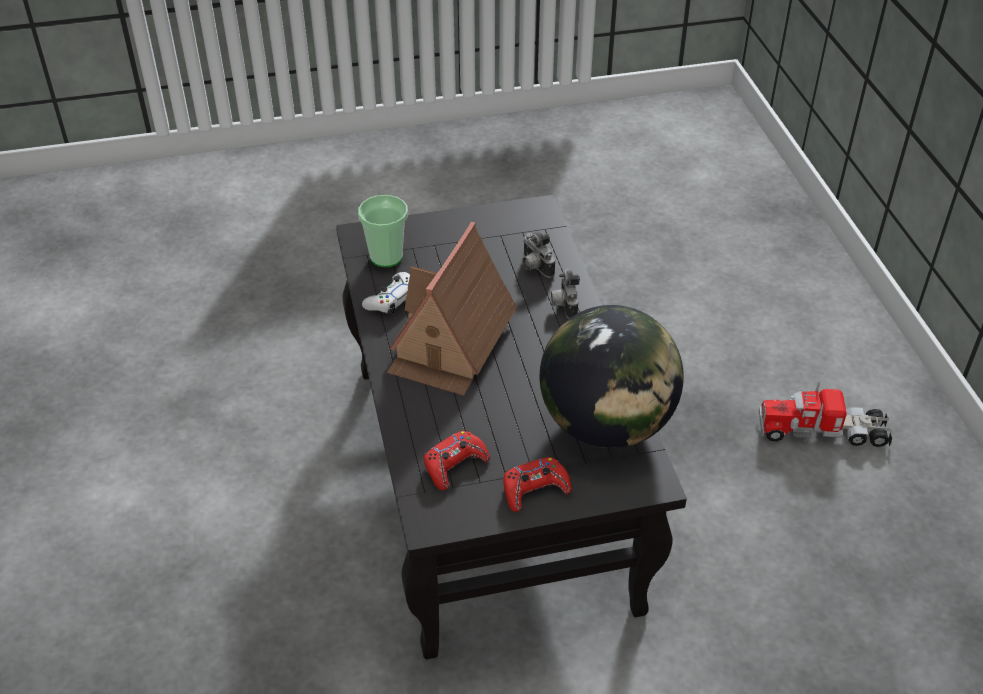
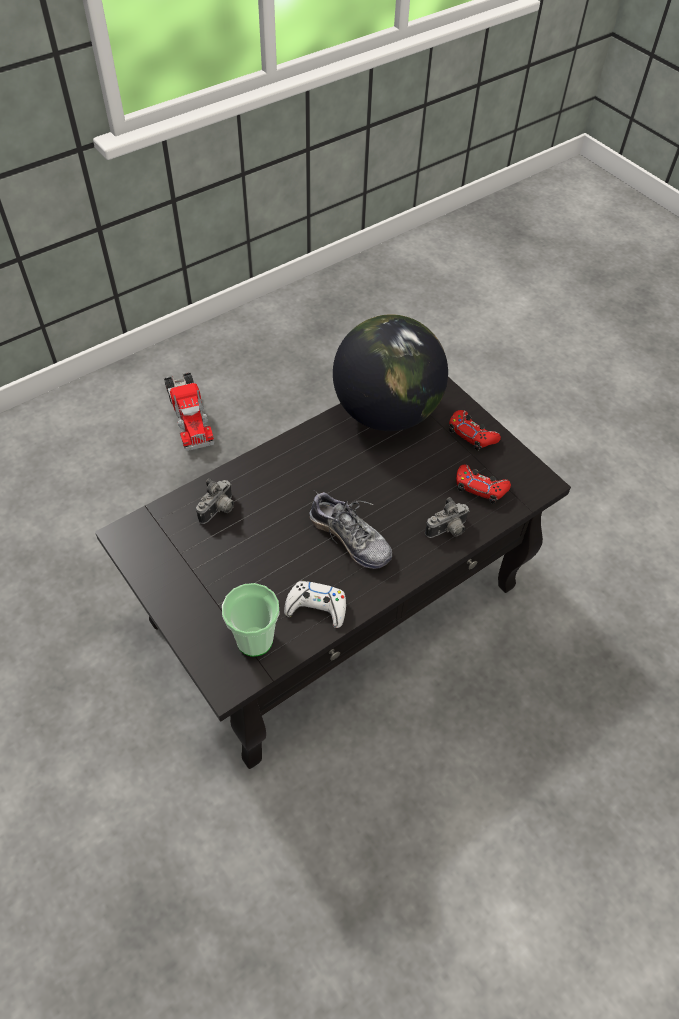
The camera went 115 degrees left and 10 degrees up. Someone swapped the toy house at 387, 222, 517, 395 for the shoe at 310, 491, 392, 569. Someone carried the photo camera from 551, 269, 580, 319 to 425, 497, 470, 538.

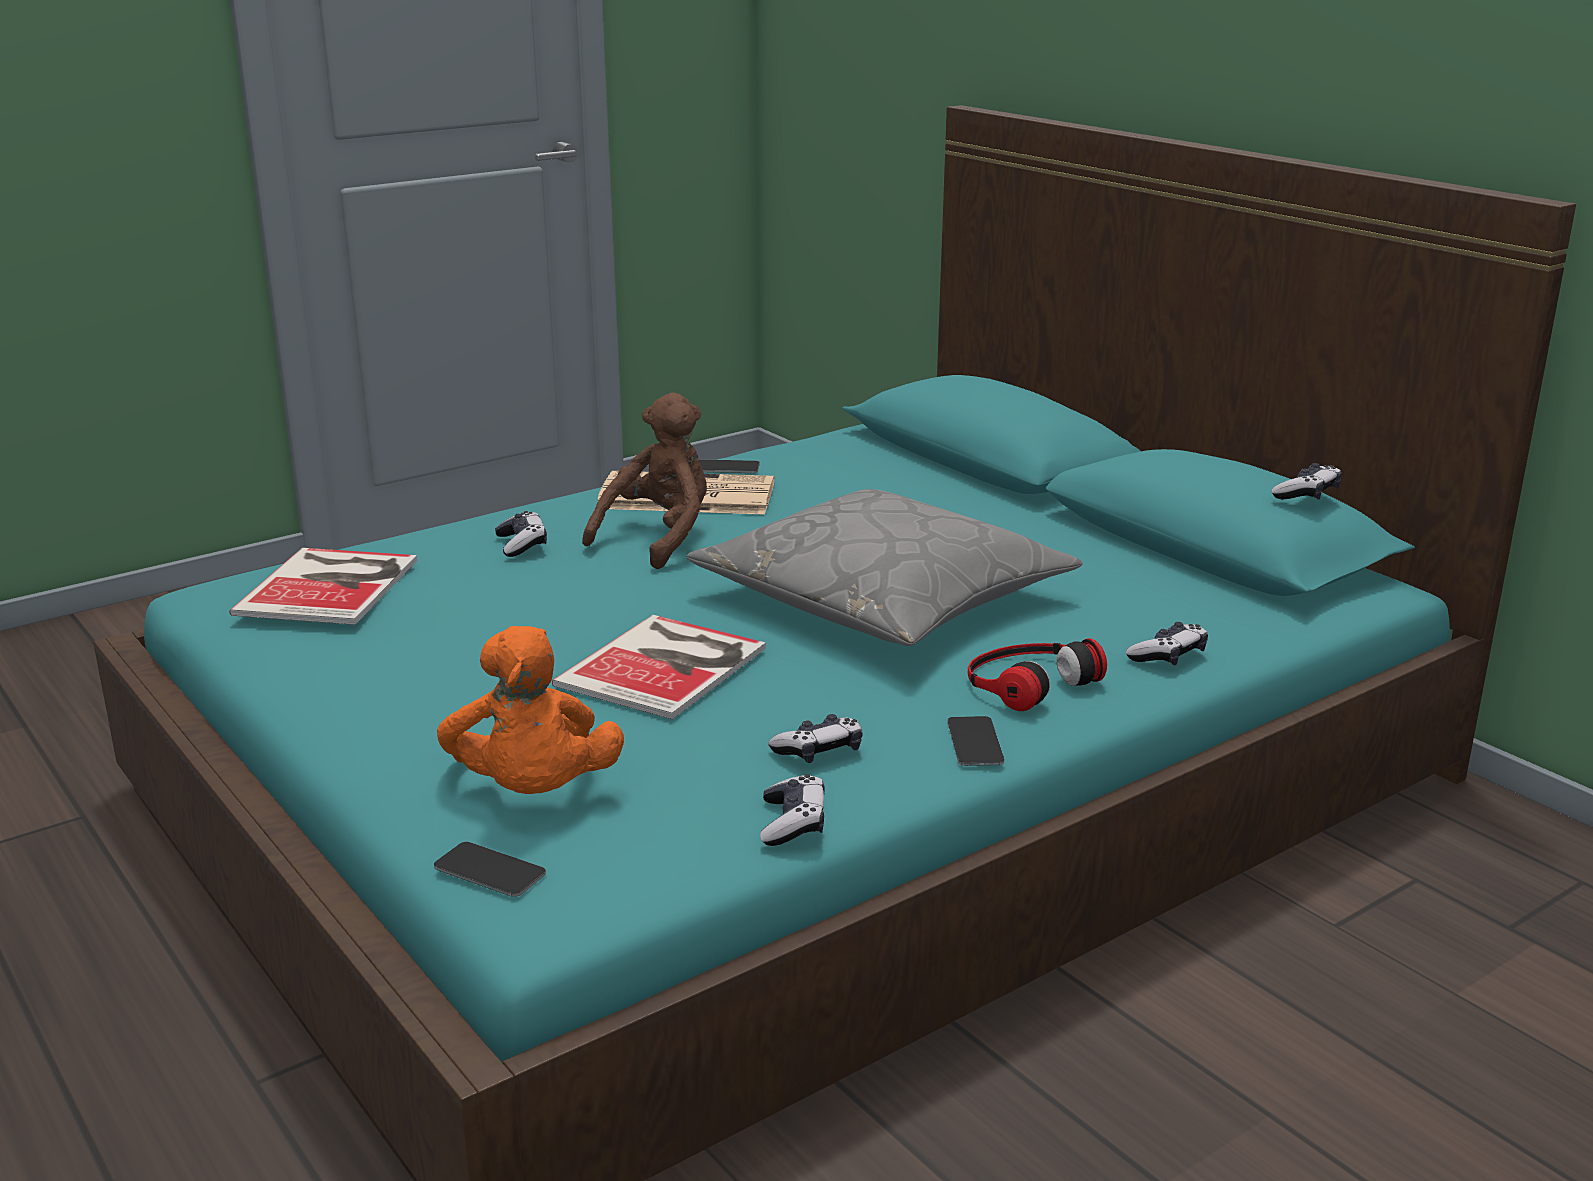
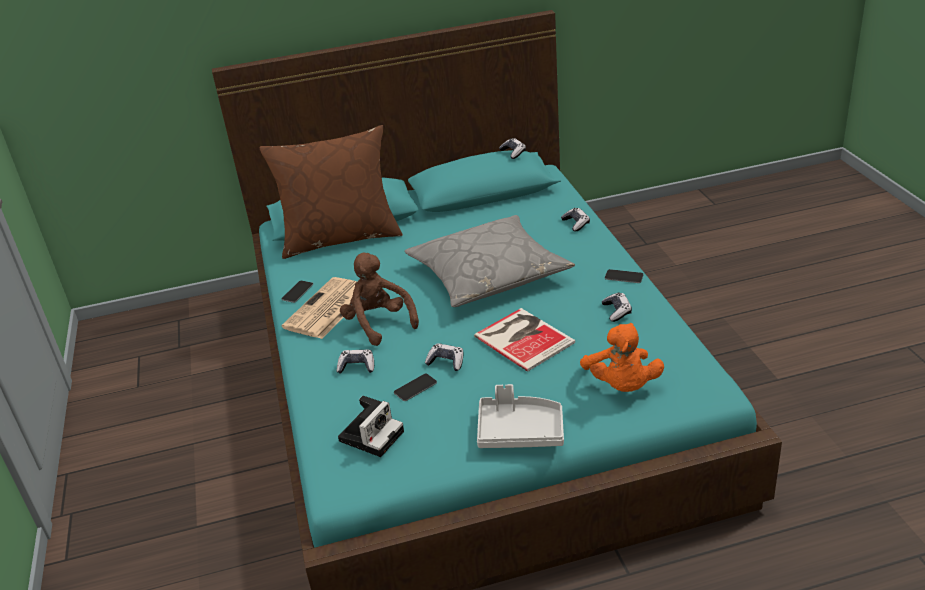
The camera went 65 degrees left and 10 degrees up. Someone swapped the book at 230, 548, 417, 625 for the photo camera at 338, 396, 404, 457. Someone carried the phone from 434, 842, 546, 897 to 394, 374, 437, 401. Someone rotated the orange plush toy at 437, 626, 624, 794 by 75 degrees clockwise. Someone carried the game controller from 760, 774, 825, 846 to 425, 343, 463, 371. Someone took away the headphones at 968, 638, 1107, 711. Someone put down the brown pillow at 259, 125, 403, 259. Someone put down the grey tray at 477, 384, 564, 448.

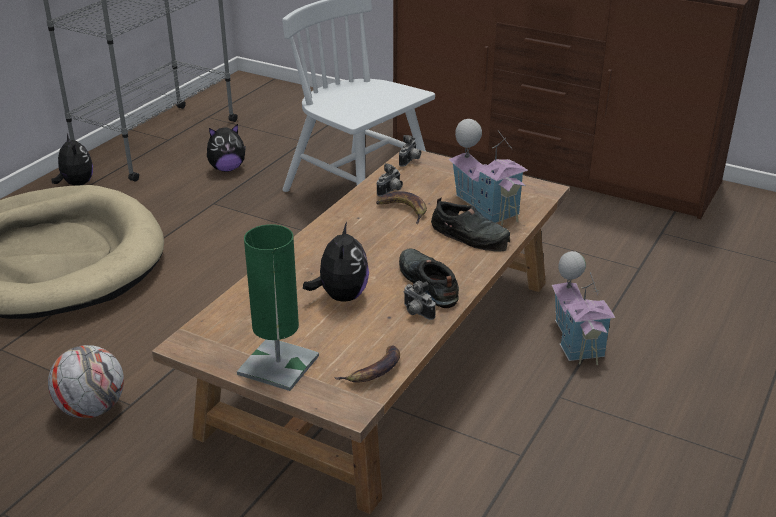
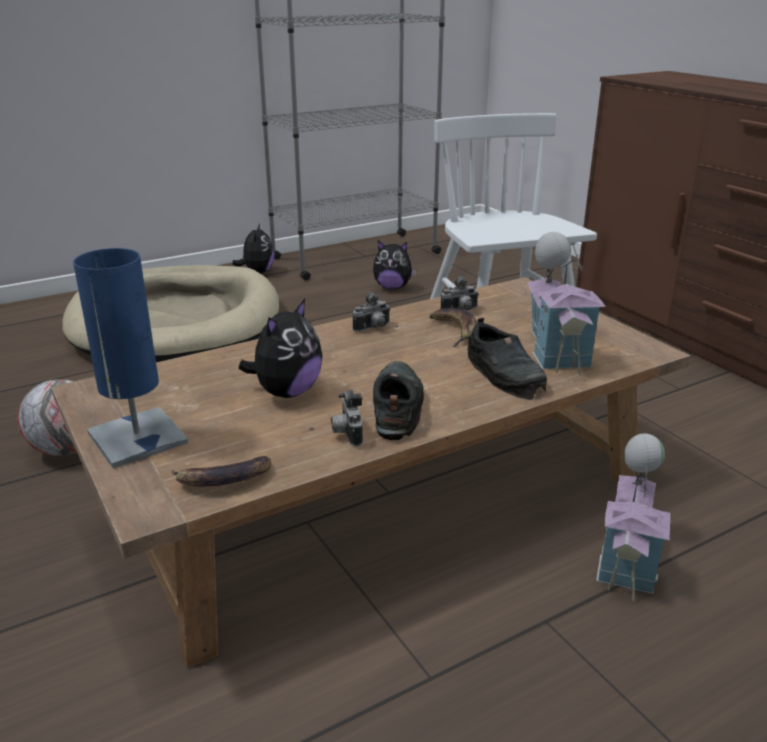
The camera went 30 degrees right and 5 degrees down. Someone repainted the green table lamp at 237, 224, 319, 391, which became the blue table lamp at 73, 248, 188, 468. Someone carried the photo camera from 399, 135, 421, 167 to 352, 291, 391, 332.

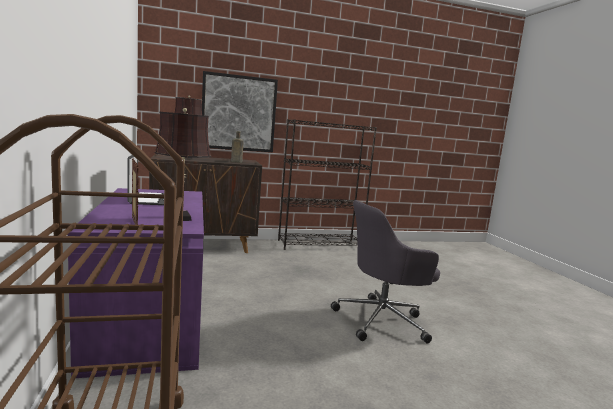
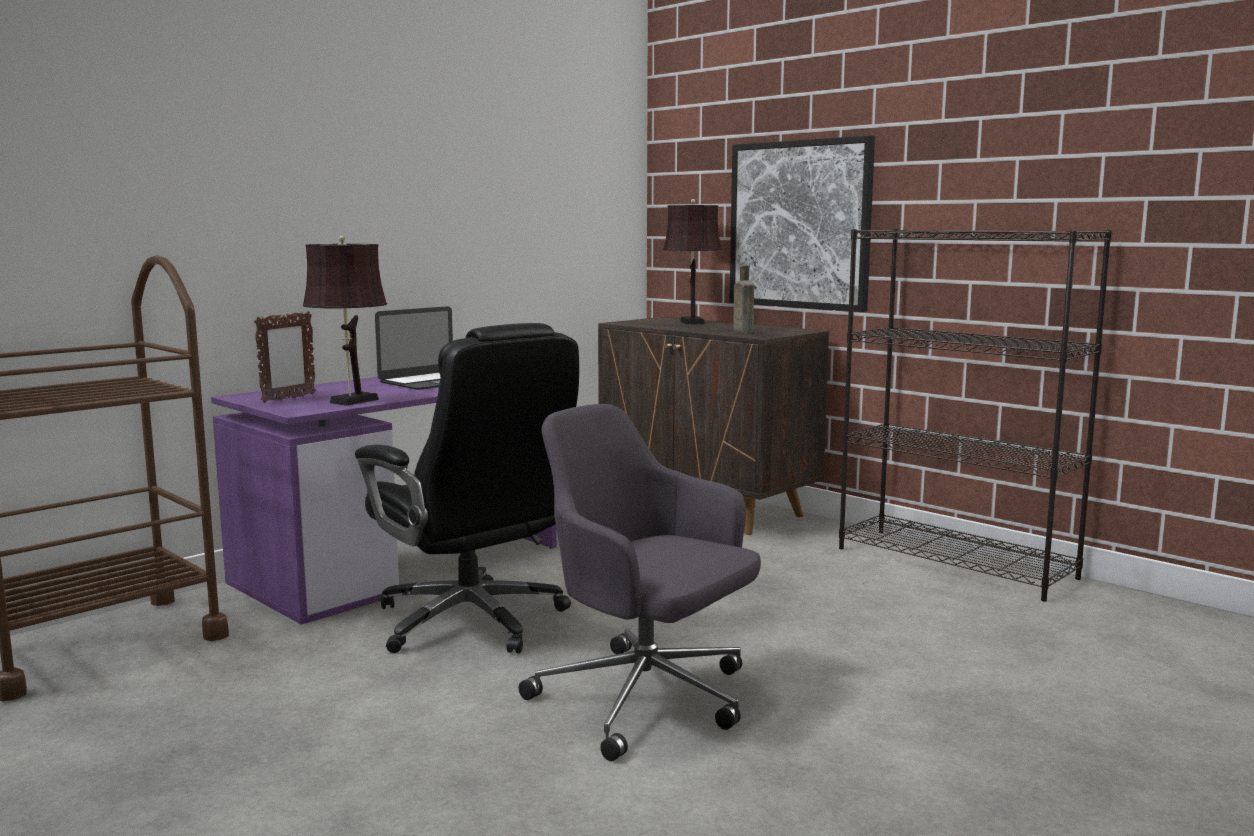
The camera went 60 degrees right and 0 degrees up. Someone put down the black office chair at 355, 323, 579, 653.

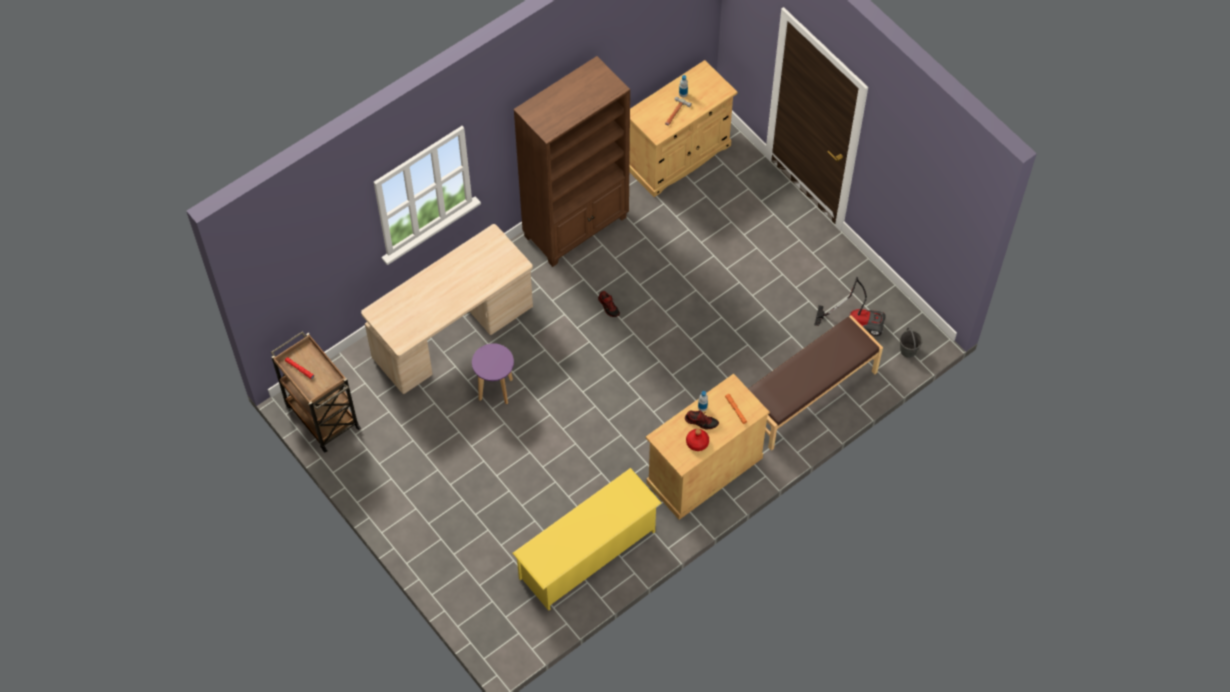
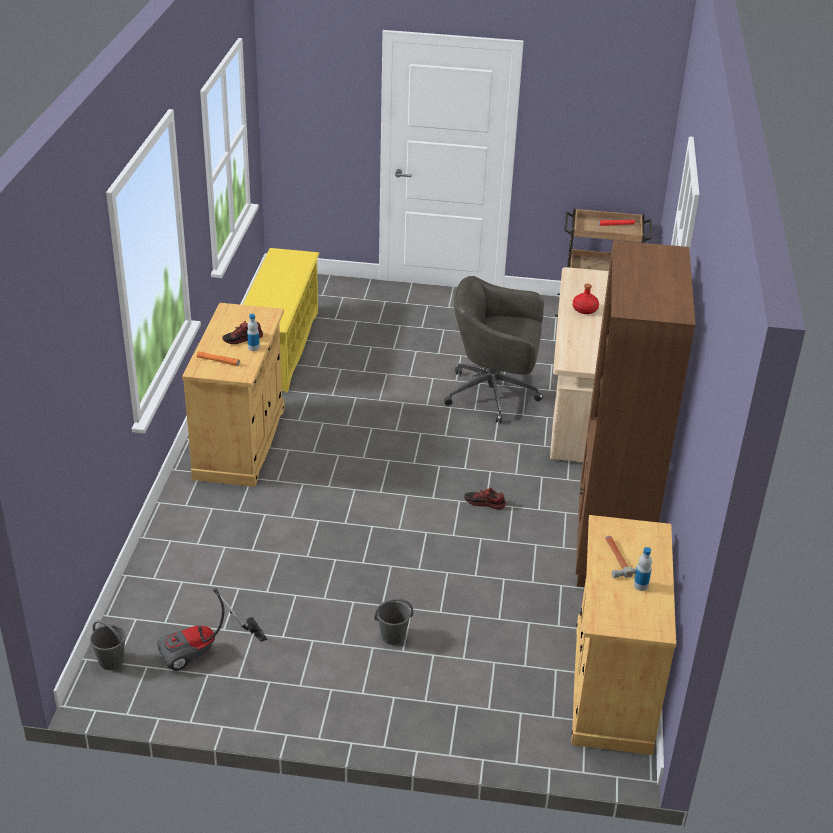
The camera went 135 degrees right and 25 degrees down. Someone swapped the purple stool at 472, 343, 514, 405 for the grey office chair at 444, 276, 544, 423. Someone carried the red bottle from 686, 429, 709, 451 to 573, 284, 599, 314. Someone took away the brown bench at 749, 315, 883, 451. Someone put down the grey bucket at 374, 598, 413, 645.

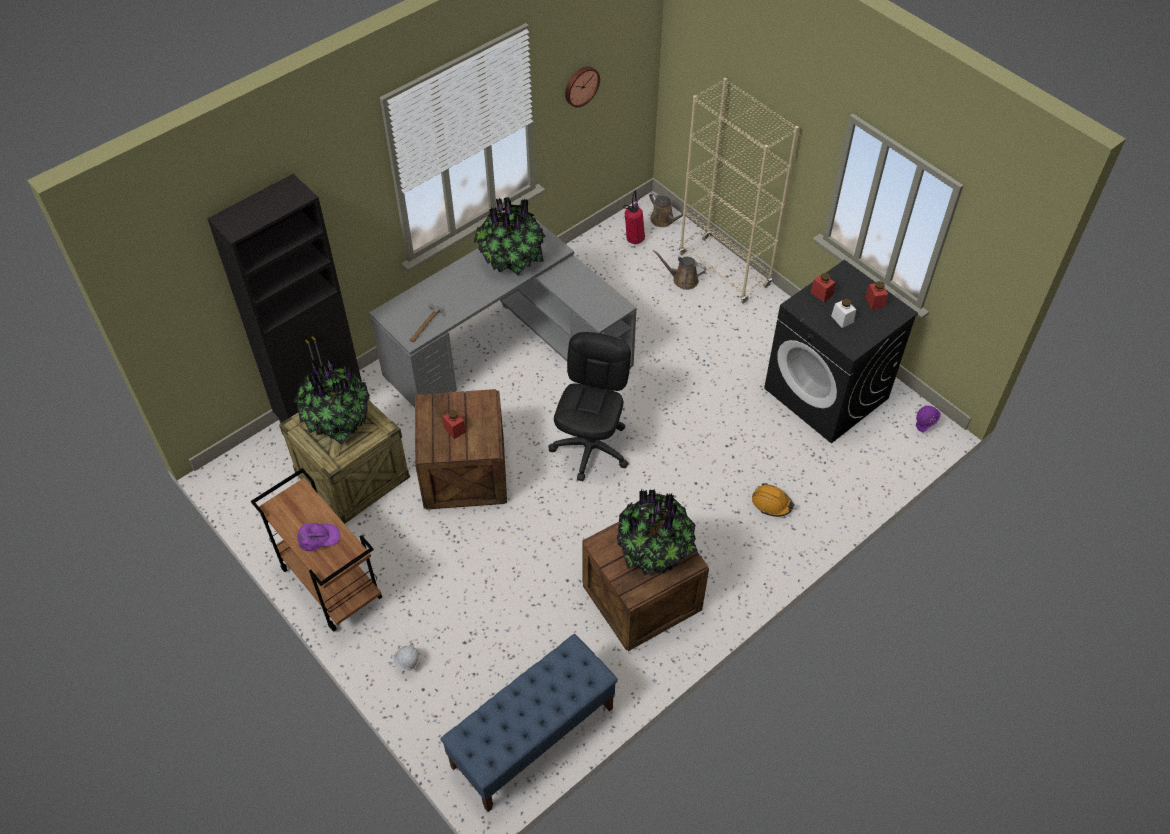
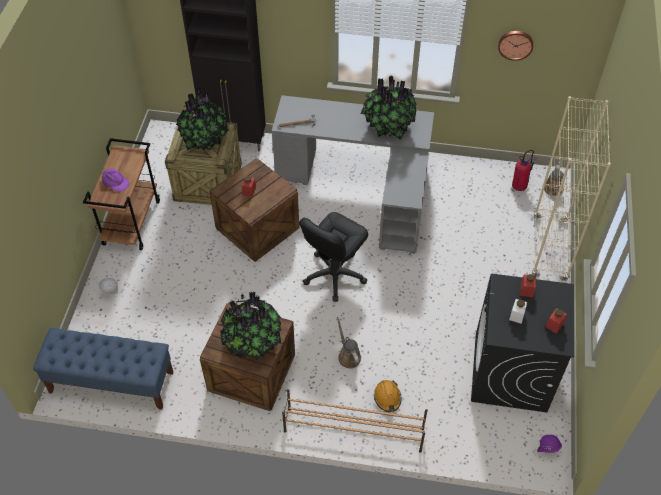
The camera went 50 degrees right and 0 degrees up. Someone rotated the black office chair at 548, 332, 631, 481 by 150 degrees clockwise. Someone carried the brown watering can from 653, 250, 706, 290 to 337, 317, 361, 368. Someone put down the brown shoe rack at 282, 389, 428, 453.

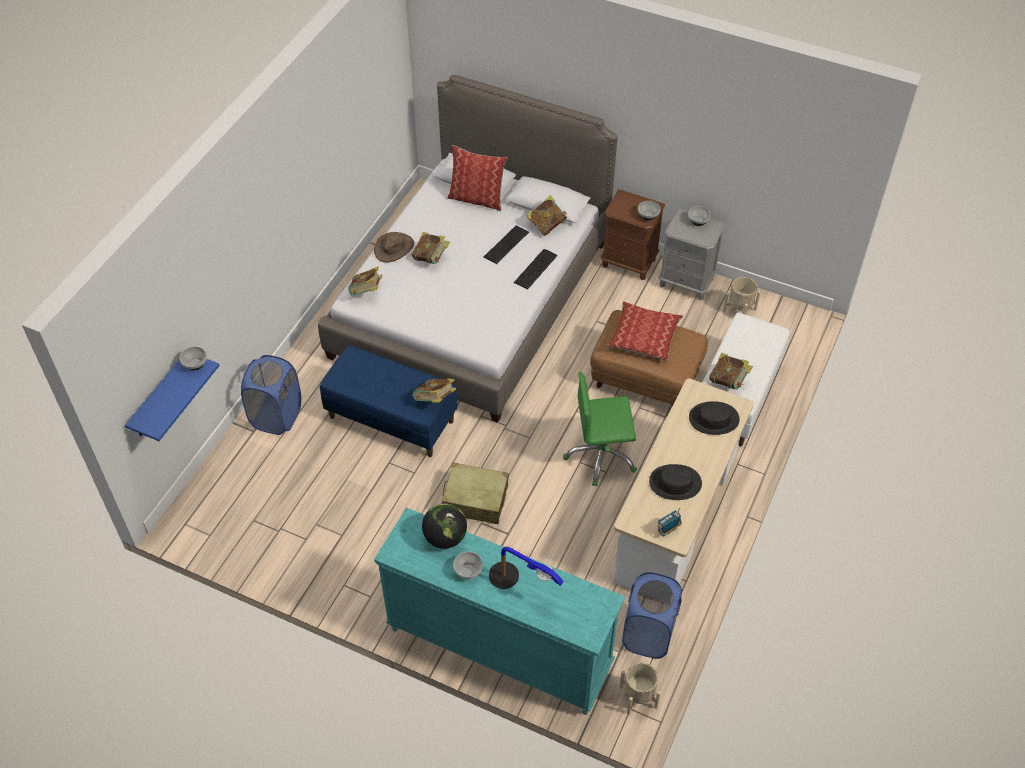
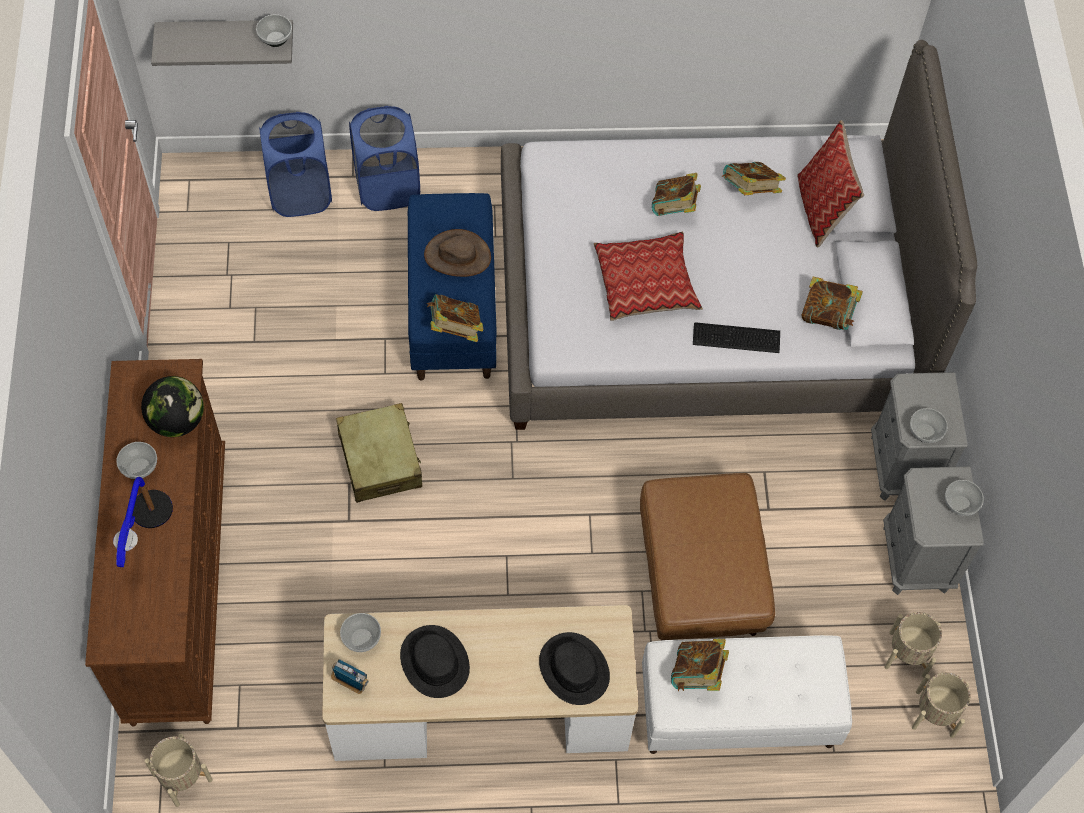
The camera went 60 degrees right and 10 degrees up. Someone repainted the blue shelf at 125, 359, 219, 441, which became the grey shelf at 151, 20, 293, 66. Someone carried the book from 348, 267, 382, 296 to 722, 162, 786, 195. Someone carried the brown hat from 374, 232, 414, 262 to 424, 229, 491, 277. Someone repainted the turquoise dresser at 374, 507, 625, 715, which became the brown dresser at 85, 359, 225, 727. Someone took away the keyboard at 484, 226, 529, 264. Someone took away the green office chair at 563, 372, 637, 486. Someone repainted the brown nightstand at 601, 189, 665, 280, which became the grey nightstand at 871, 372, 968, 501. Someone carried the pillow from 607, 302, 683, 361 to 594, 231, 703, 321. Someone carried the blue laundry basket from 622, 572, 682, 659 to 259, 112, 332, 217. Someone put down the bowl at 340, 613, 381, 652. Someone put down the beige planter at 912, 672, 971, 738.

